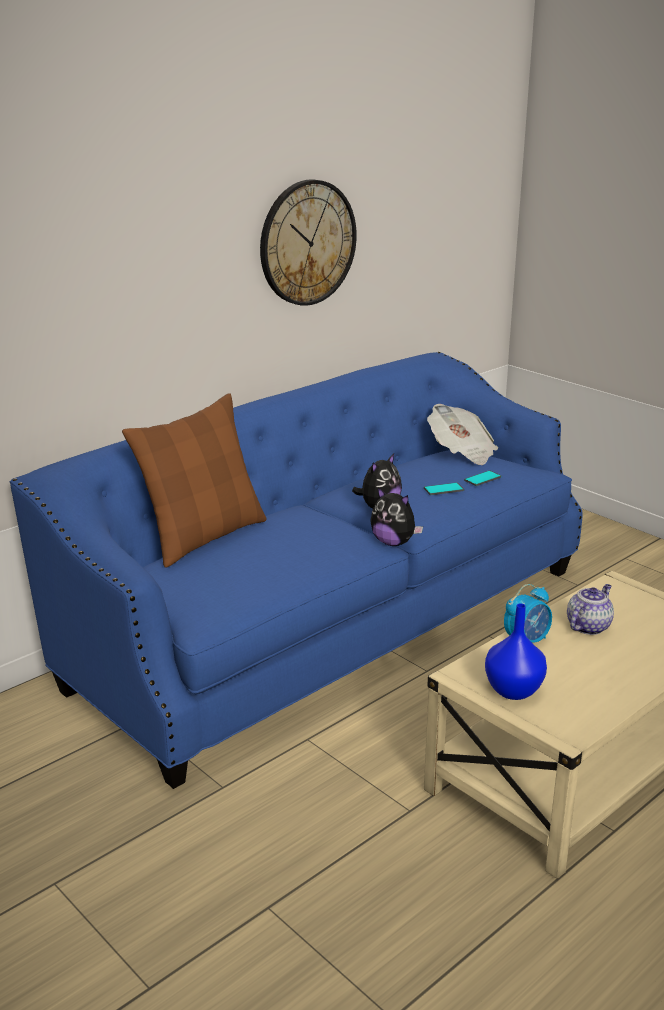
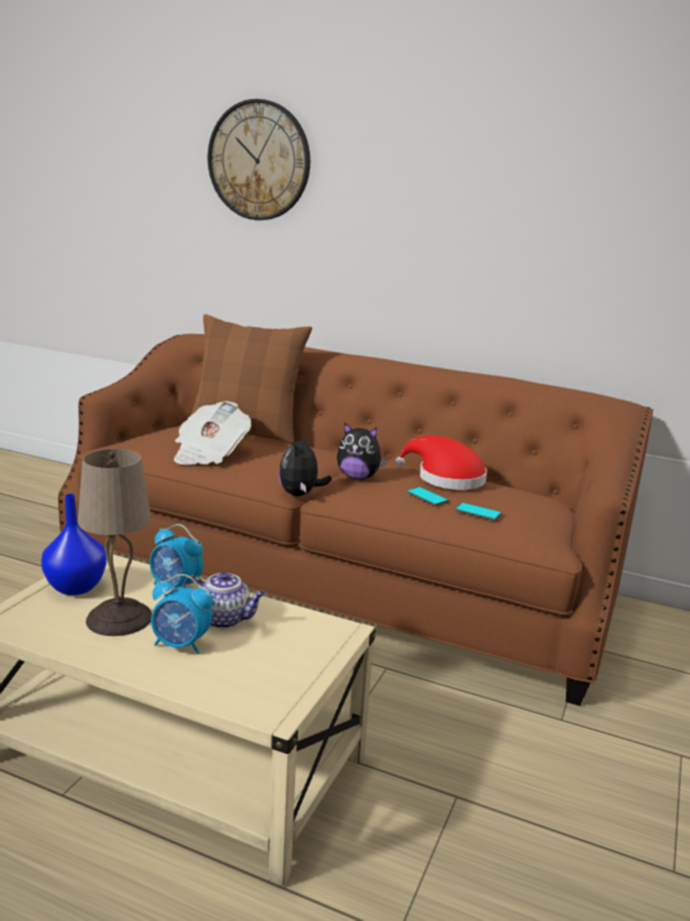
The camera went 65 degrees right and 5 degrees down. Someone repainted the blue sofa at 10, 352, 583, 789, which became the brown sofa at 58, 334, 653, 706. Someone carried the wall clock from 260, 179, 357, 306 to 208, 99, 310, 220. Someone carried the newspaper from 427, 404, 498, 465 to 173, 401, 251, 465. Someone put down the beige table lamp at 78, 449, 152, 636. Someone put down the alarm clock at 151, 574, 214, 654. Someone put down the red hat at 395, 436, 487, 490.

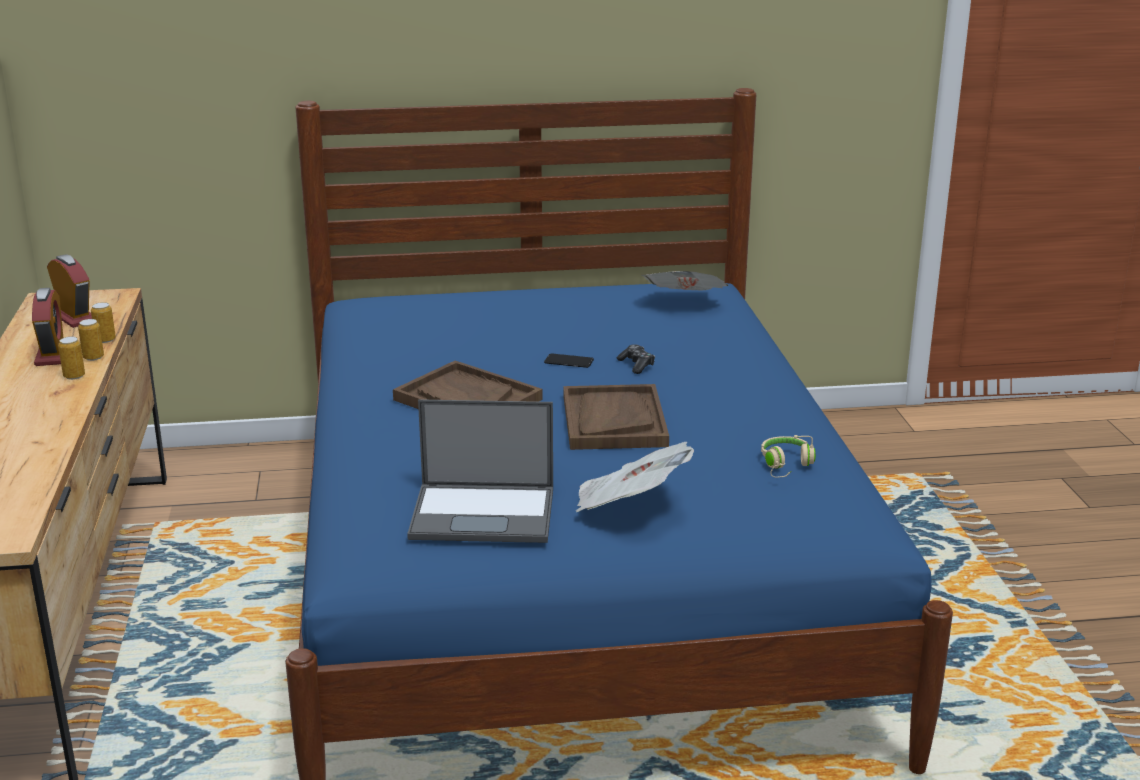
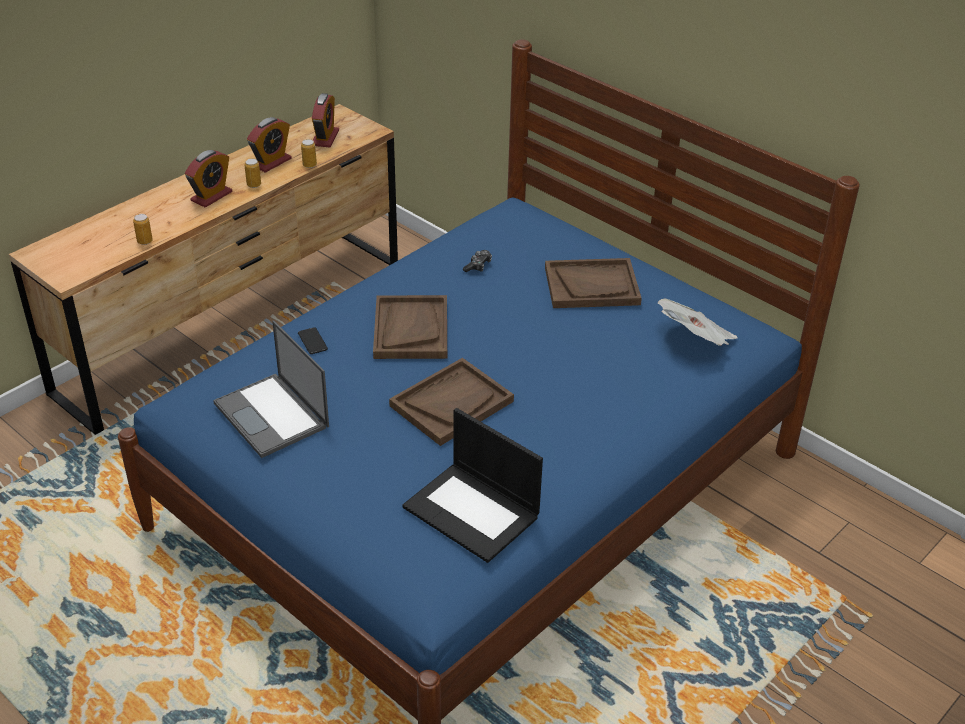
The camera went 50 degrees right and 15 degrees up. Someone carried the can from 78, 319, 104, 361 to 133, 214, 153, 245. Someone carried the phone from 544, 354, 594, 368 to 298, 327, 328, 354. Someone took away the newspaper at 576, 442, 694, 512. Someone carried the game controller from 617, 344, 655, 374 to 463, 250, 492, 272. Someone swapped the beige headphones at 761, 435, 816, 478 for the laptop at 403, 408, 543, 563. Someone put down the alarm clock at 185, 150, 232, 208. Someone put down the brown tray at 545, 258, 642, 308.

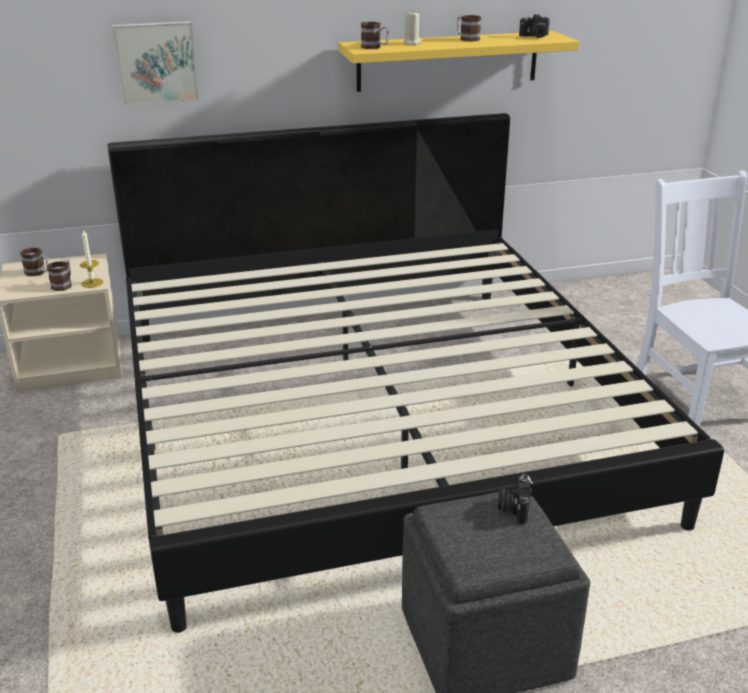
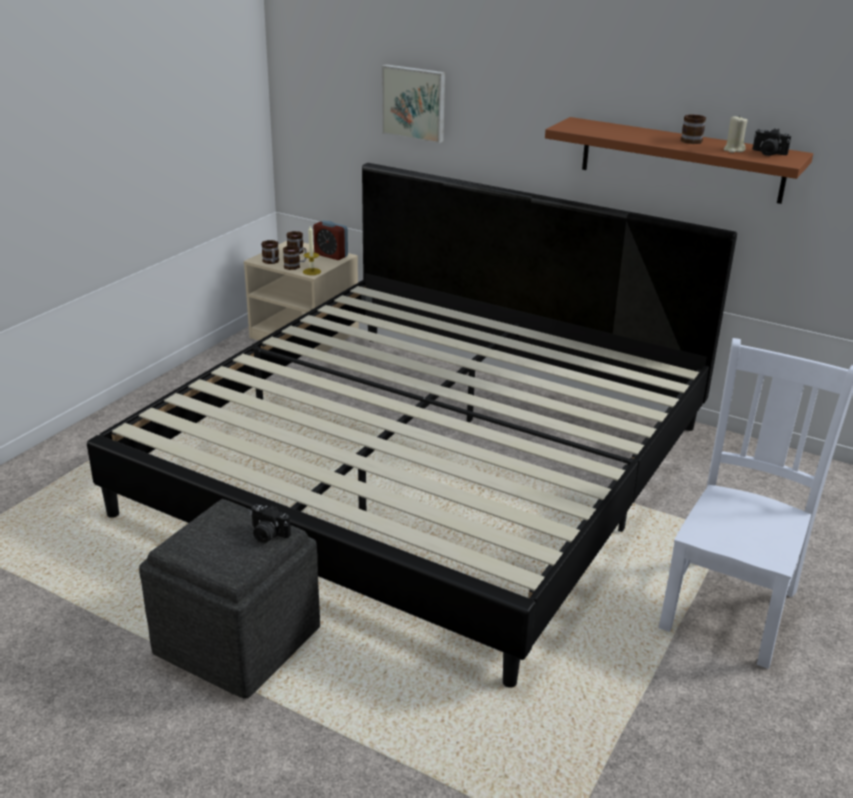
The camera went 45 degrees right and 0 degrees up. Someone repainted the yellow shelf at 338, 31, 579, 92, which became the brown shelf at 545, 117, 813, 204. Someone carried the mug from 361, 22, 389, 49 to 261, 240, 279, 264. Someone carried the beige candle from 403, 10, 421, 45 to 724, 115, 748, 153. Someone rotated the photo camera at 498, 473, 533, 524 by 120 degrees counterclockwise. Someone put down the alarm clock at 313, 220, 348, 260.

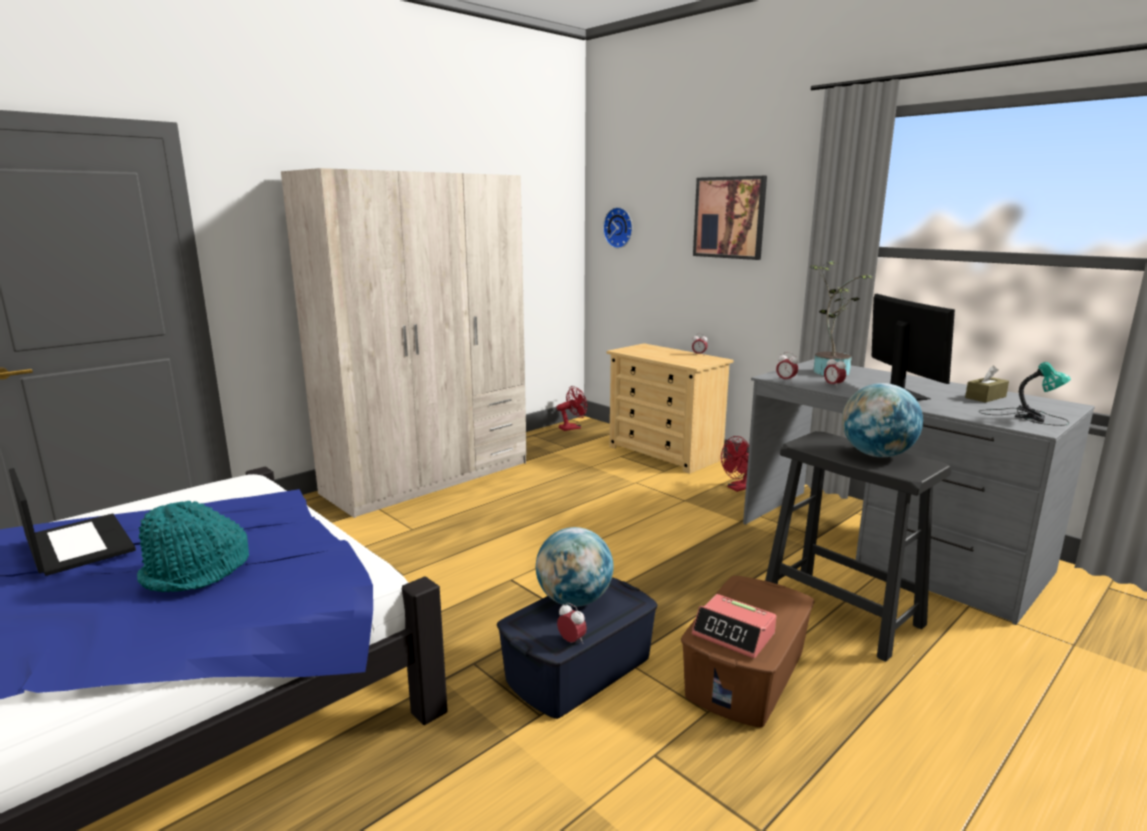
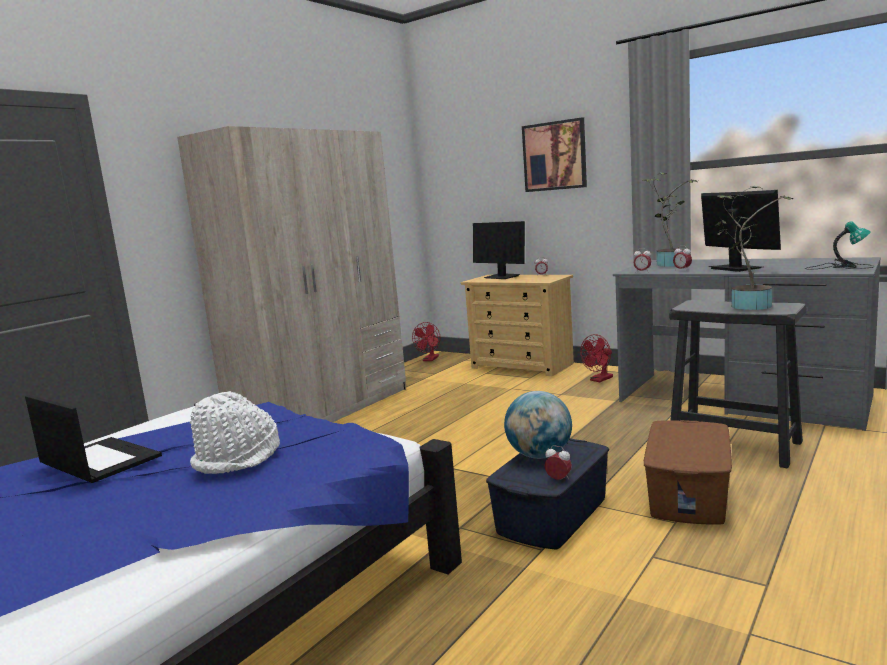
The camera went 10 degrees left and 5 degrees down. Someone repainted the turquoise hat at 137, 501, 249, 592, which became the white hat at 190, 391, 280, 474. Someone rotated the red fan at 557, 386, 588, 431 by 150 degrees clockwise. Someone took away the wall clock at 603, 207, 632, 248. Someone took away the alarm clock at 692, 594, 776, 658. Someone swapped the globe at 842, 383, 923, 457 for the potted plant at 715, 186, 794, 310. Someone took away the brown tissue box at 965, 365, 1009, 403. Someone put down the monitor at 473, 221, 525, 279.

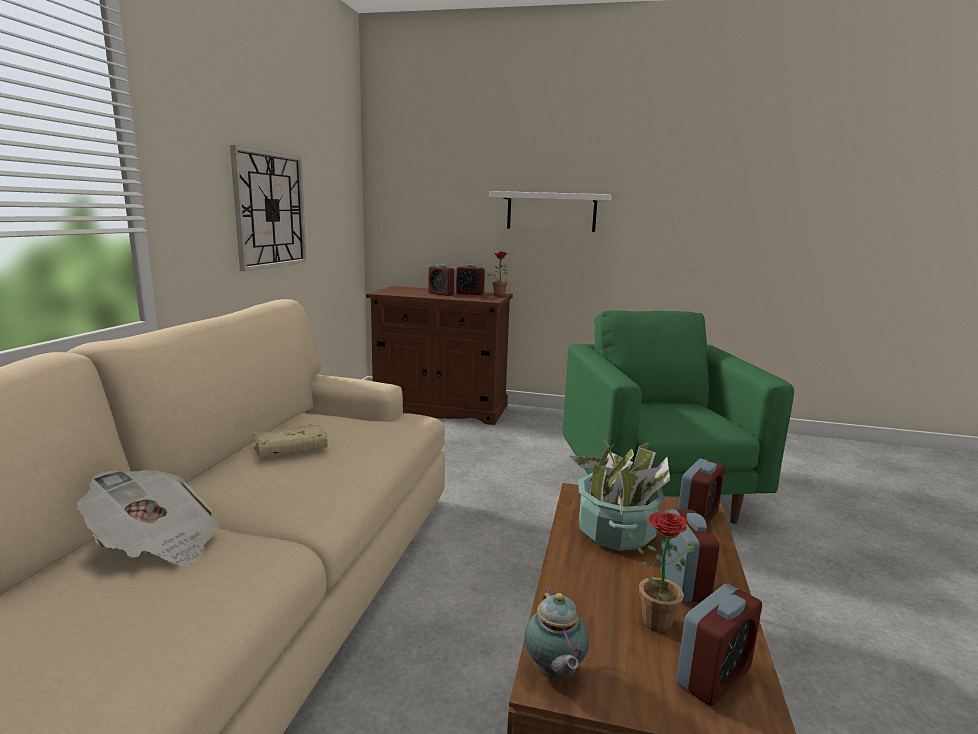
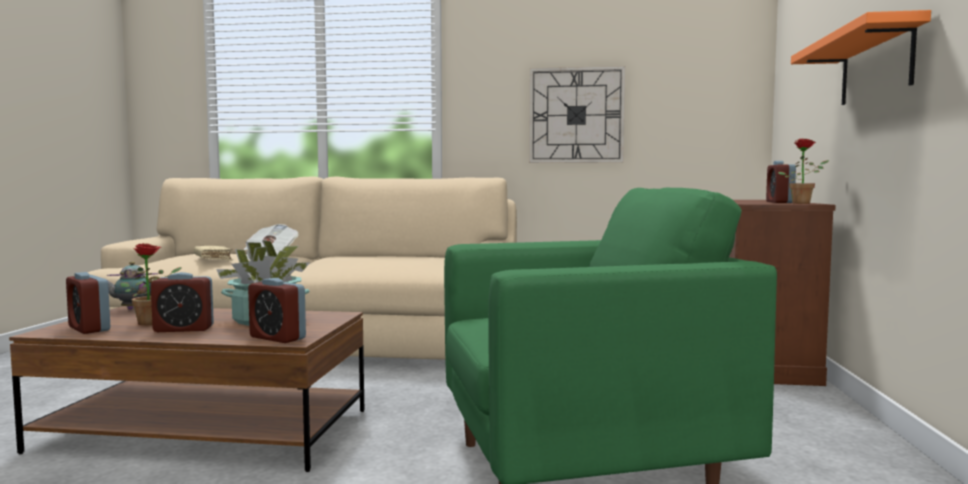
The camera went 85 degrees right and 10 degrees down. Someone carried the beige book from 252, 423, 328, 457 to 194, 246, 233, 261. Someone took away the alarm clock at 428, 264, 457, 296. Someone repainted the white shelf at 489, 191, 612, 232, which became the orange shelf at 791, 10, 931, 105.

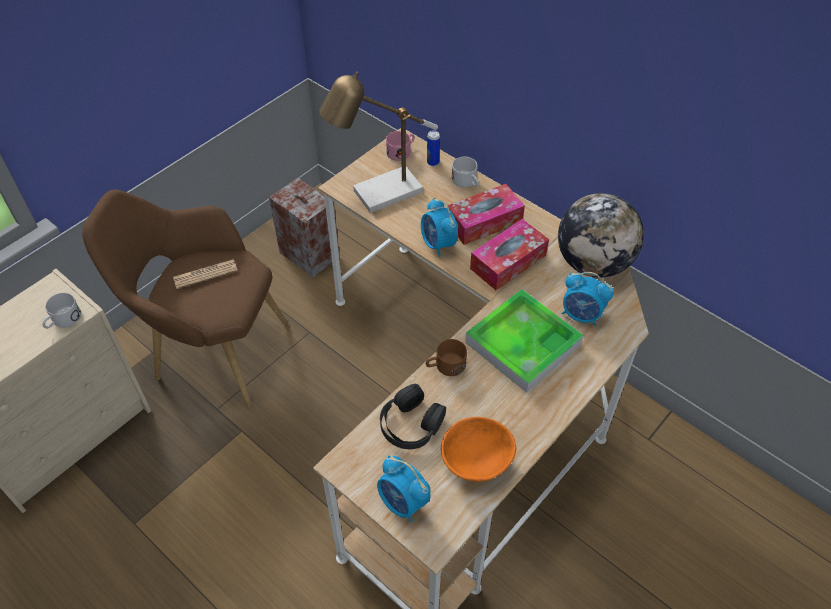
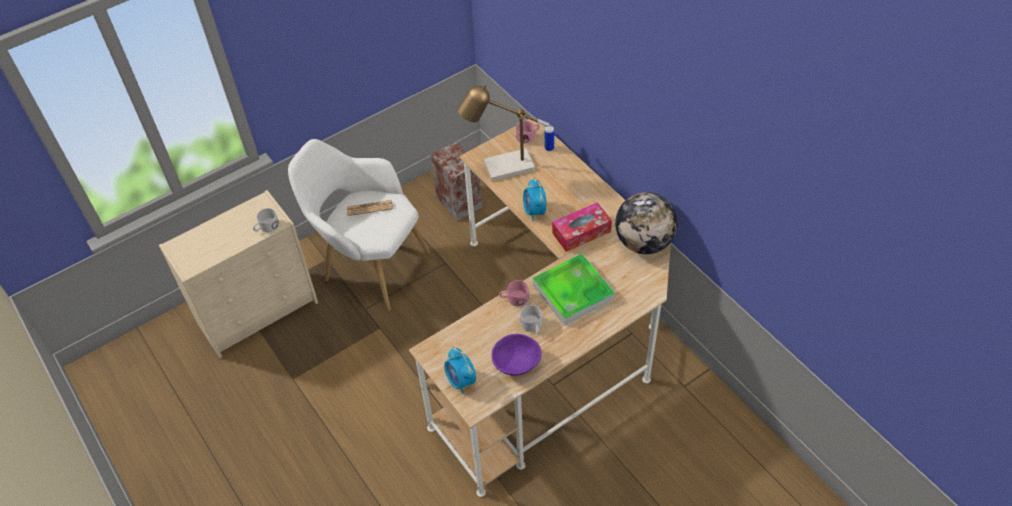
The camera went 15 degrees right and 0 degrees up. Someone repainted the brown armchair at 82, 189, 287, 407, which became the white armchair at 288, 139, 430, 312. Someone took away the black headphones at 380, 384, 446, 449. Someone repainted the brown mug at 426, 339, 467, 376, which became the pink mug at 499, 280, 529, 306. Someone repainted the orange bowl at 441, 417, 516, 482, which became the purple bowl at 491, 334, 542, 376. Someone took away the tissue box at 448, 184, 525, 245. Someone carried the white mug from 452, 156, 479, 187 to 520, 305, 542, 334. Someone took away the alarm clock at 561, 272, 614, 326.

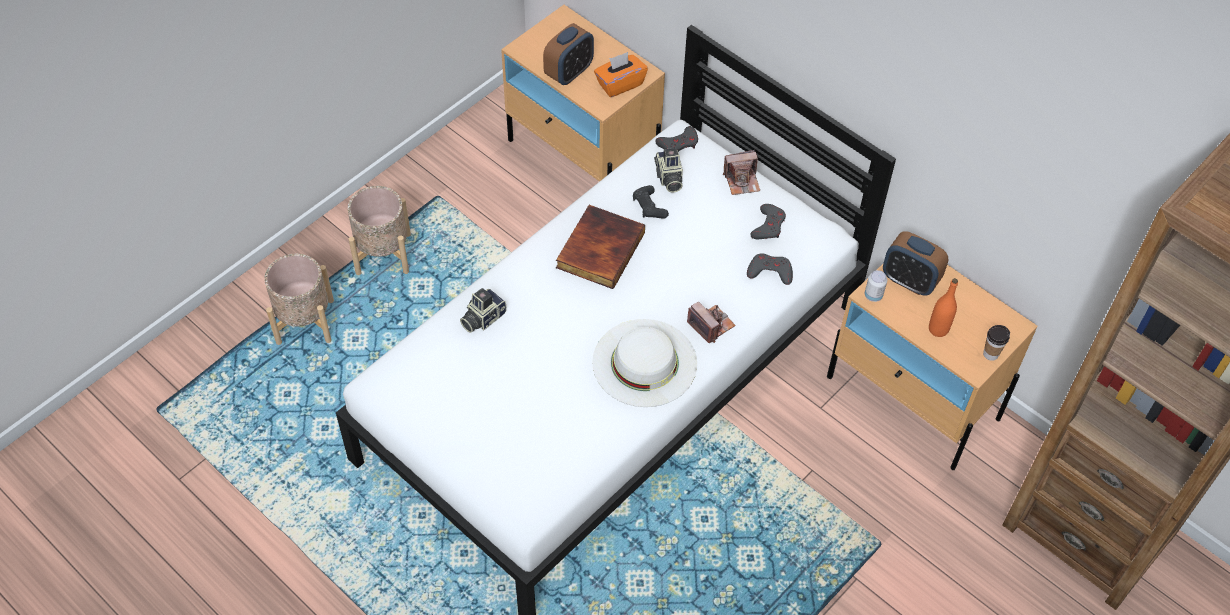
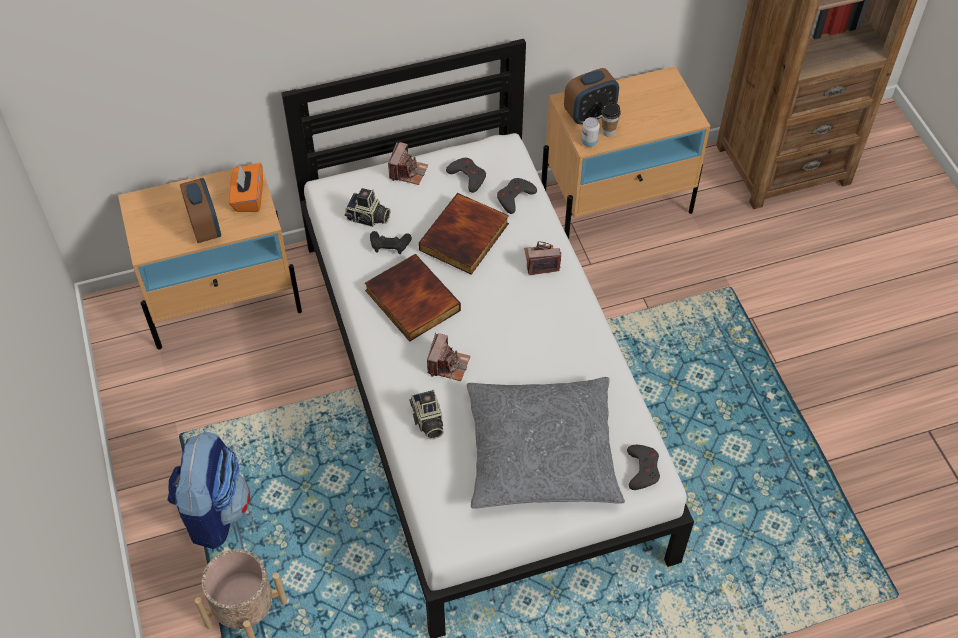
The camera went 60 degrees left and 0 degrees up. Someone swapped the beige planter at 348, 186, 411, 275 for the backpack at 167, 432, 250, 549. Someone took away the white hat at 592, 319, 697, 407. Someone carried the grey game controller from 655, 126, 698, 152 to 627, 445, 660, 490. Someone took away the orange bottle at 929, 278, 958, 337. Someone carried the cup from 983, 325, 1010, 361 to 601, 102, 621, 137. Someone put down the book at 419, 193, 509, 275. Someone put down the photo camera at 427, 333, 470, 381. Someone put down the grey pillow at 467, 377, 625, 509.

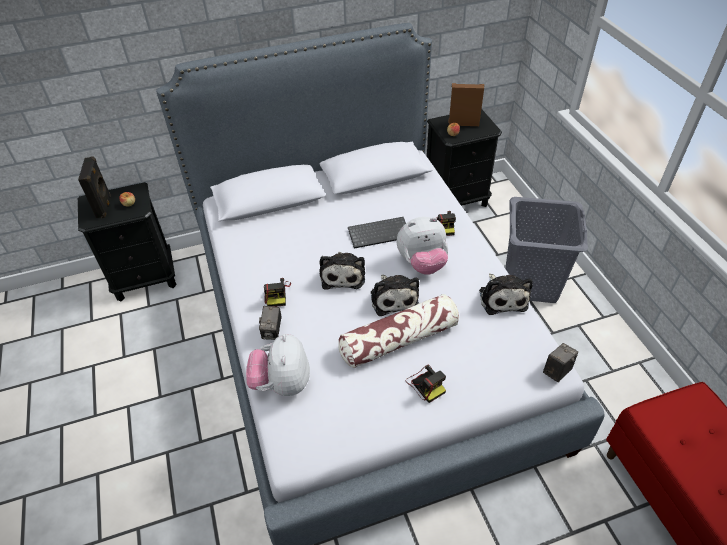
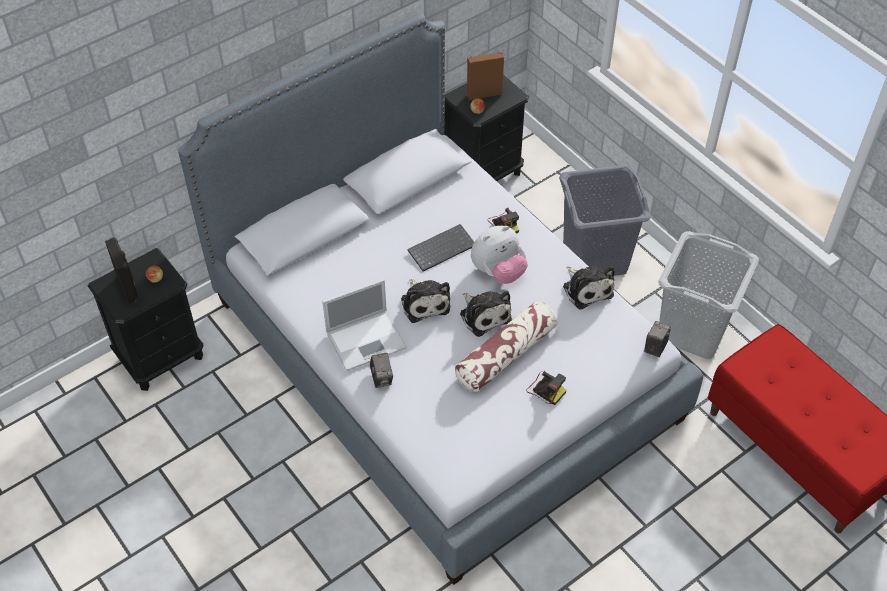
The camera went 20 degrees left and 5 degrees up. Someone took away the plush toy at 246, 334, 310, 396. Someone swapped the photo camera at 264, 278, 291, 307 for the laptop at 322, 279, 407, 371. Someone put down the grey laundry basket at 658, 231, 759, 359.

